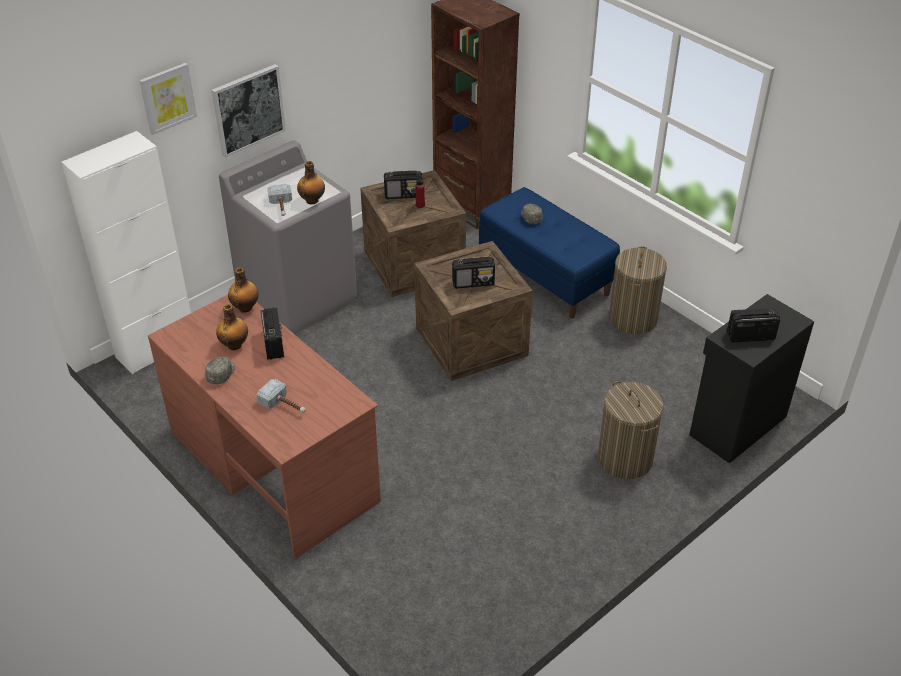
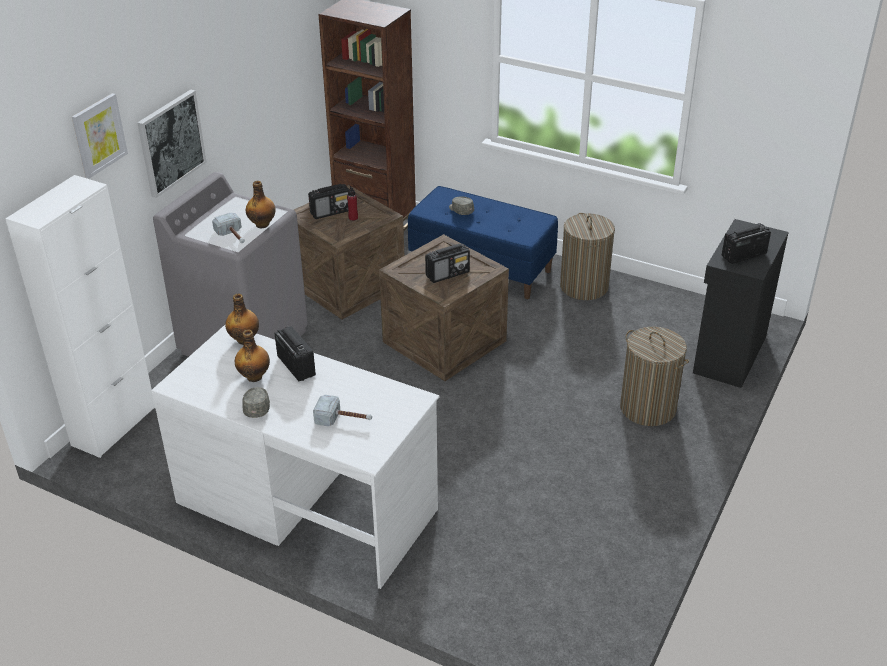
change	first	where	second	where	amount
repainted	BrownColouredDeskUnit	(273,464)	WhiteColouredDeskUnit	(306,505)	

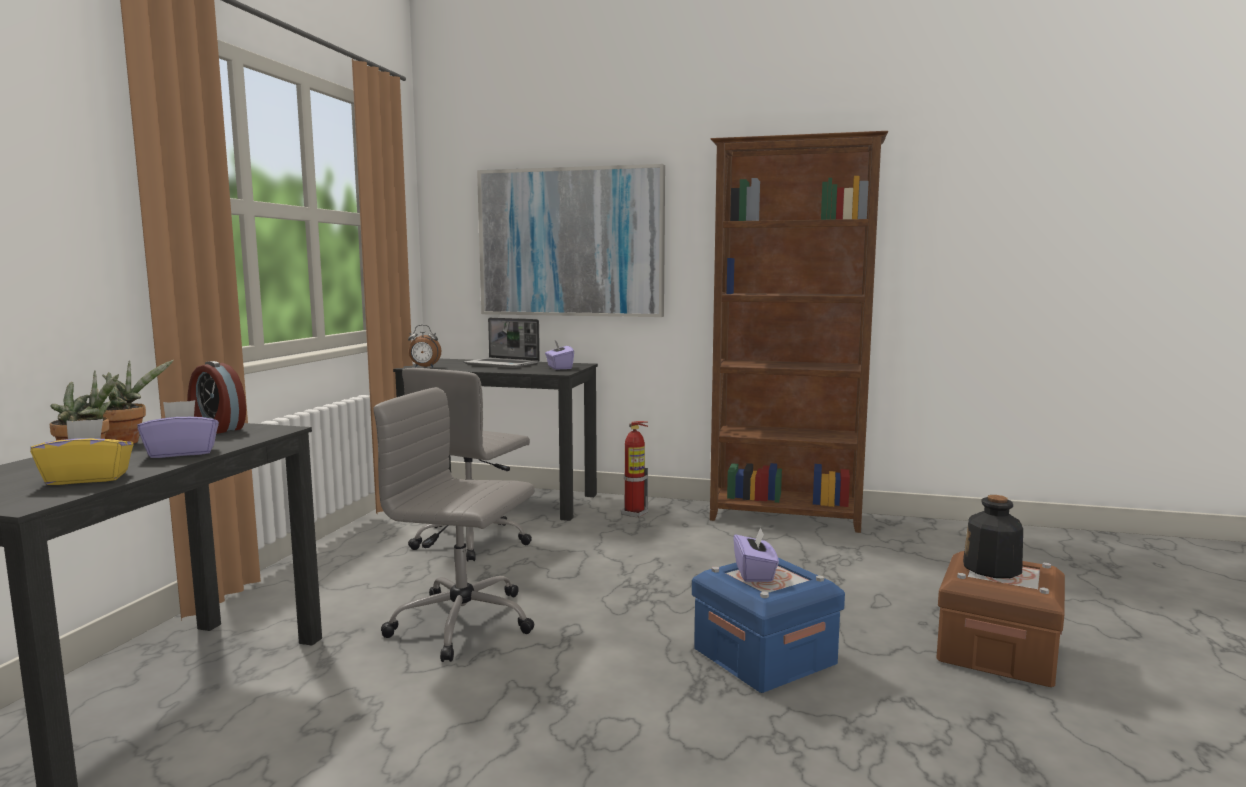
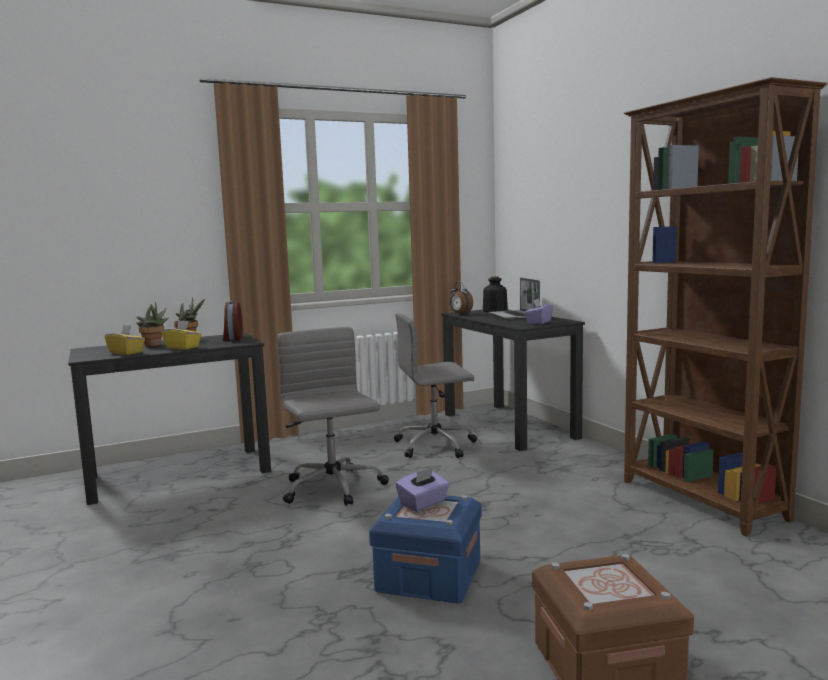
change	first	where	second	where	amount
gone	Picture	(571,242)			
repainted	PurpleColouredBoxOfTissues	(182,453)	YellowColouredBoxOfTissues	(183,347)	
gone	FireFightingCylinder	(635,513)			
shifted	BeverageBottle	(992,569)		(494,311)	

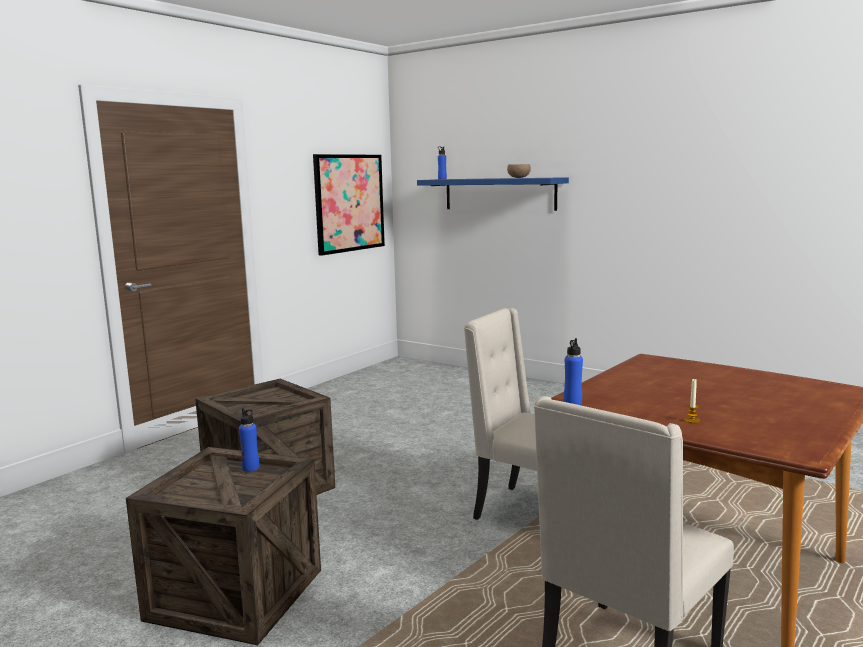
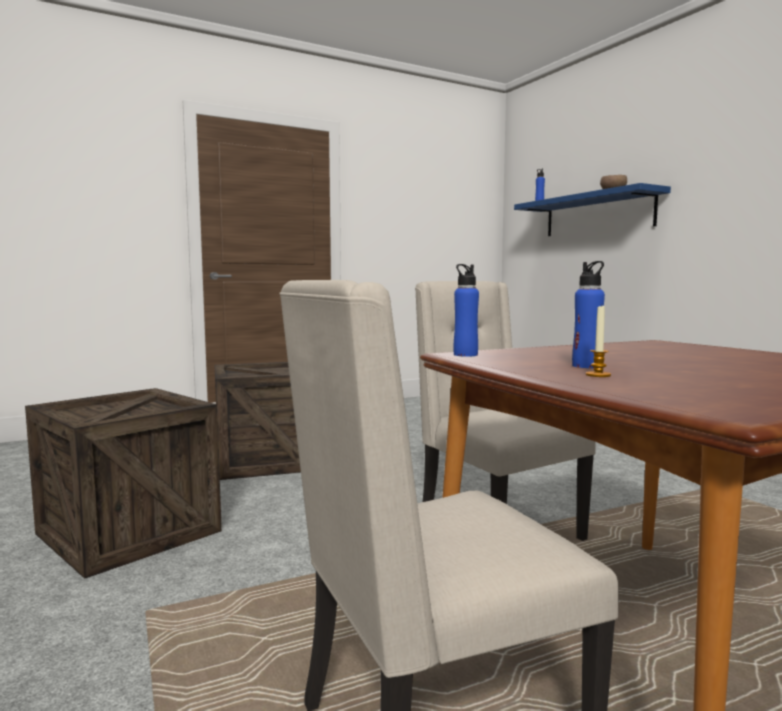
change	first	where	second	where	amount
gone	Picture	(349,203)			
shifted	BluishBeverageBottle	(250,468)		(586,366)	

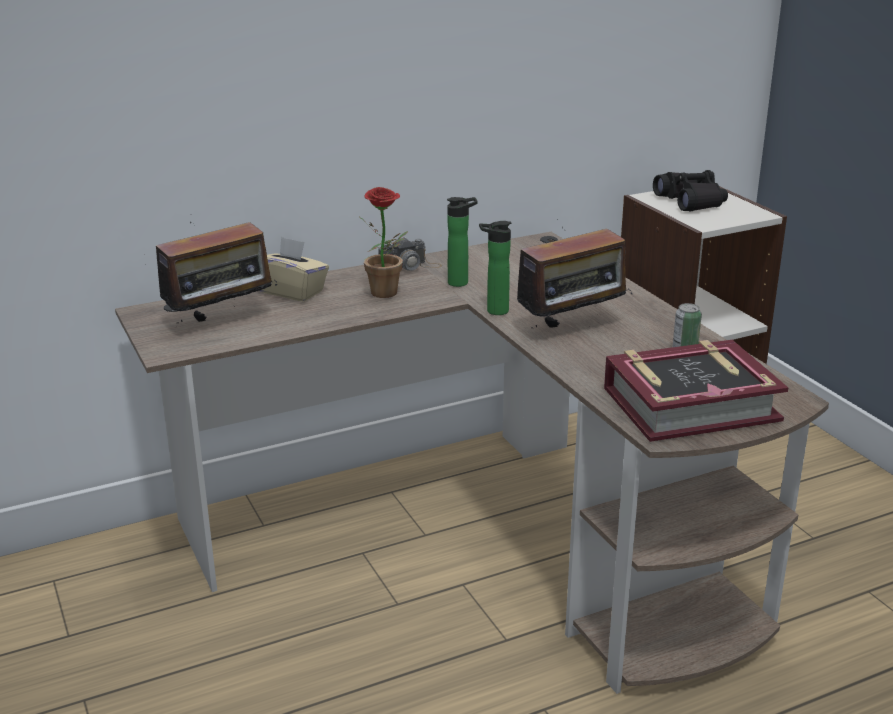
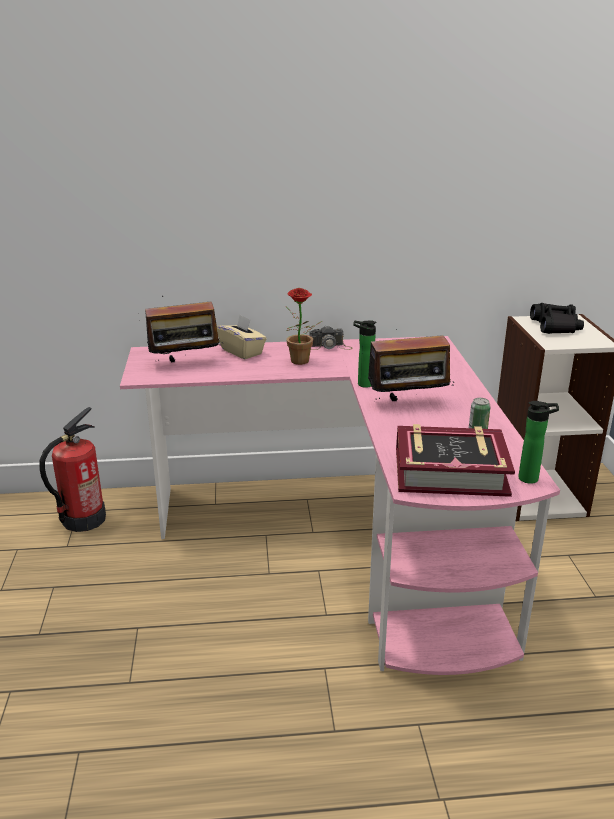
change	first	where	second	where	amount
shifted	BeverageBottle	(461,282)		(531,479)	
repainted	BrownColouredDeskUnit	(483,536)	PinkColouredDeskUnit	(350,541)	
new			FireFightingCylinder	(83,519)	

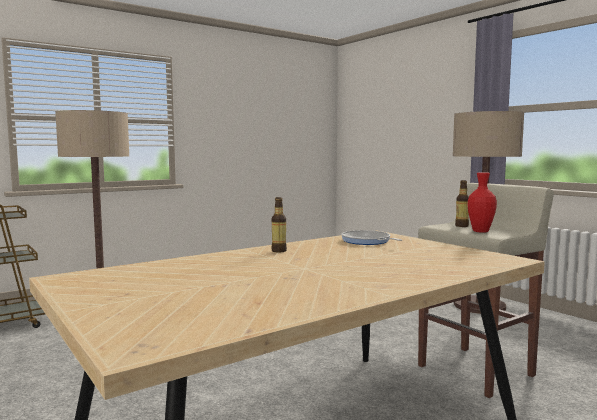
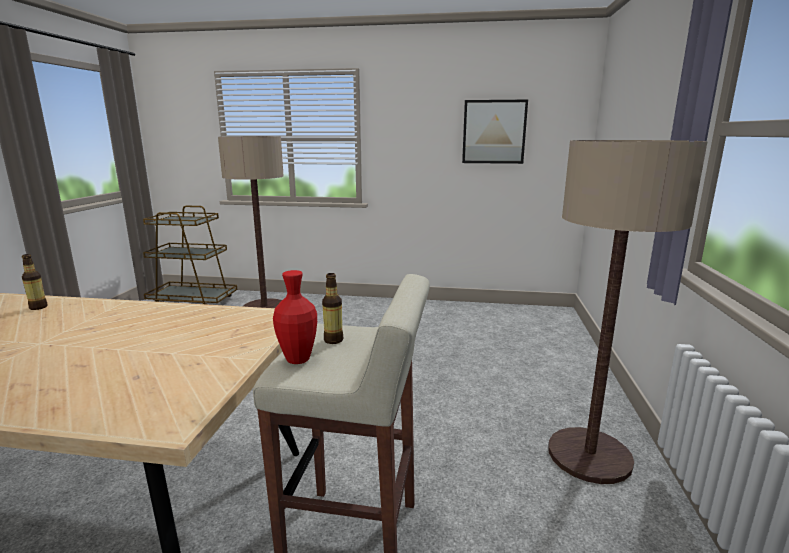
change	first	where	second	where	amount
shifted	BeverageBottle	(279,251)		(38,307)	
gone	Pan	(367,241)			
new			Picture	(494,132)	

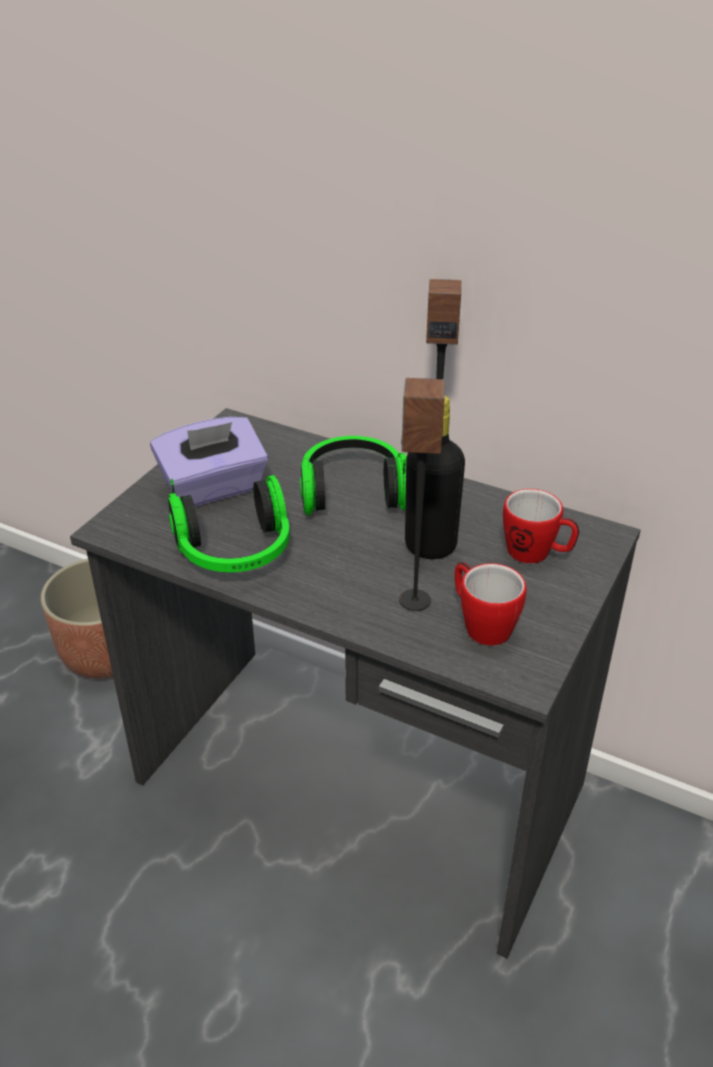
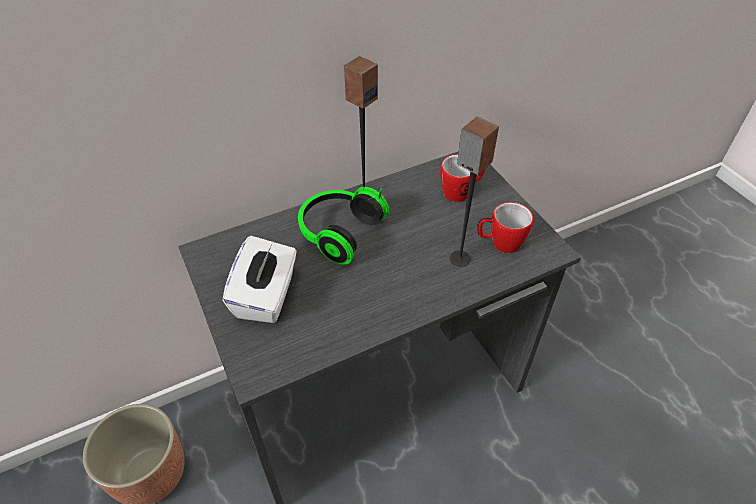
change	first	where	second	where	amount
gone	BlackBeverageBottle	(430,546)			
repainted	PurpleColouredBoxOfTissues	(213,488)	WhiteColouredBoxOfTissues	(266,296)	
gone	PairOfHeadphones	(235,553)			

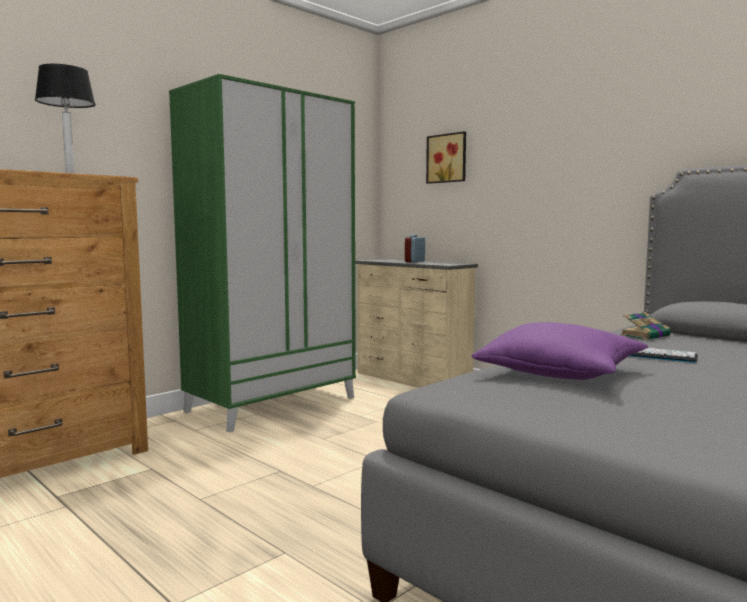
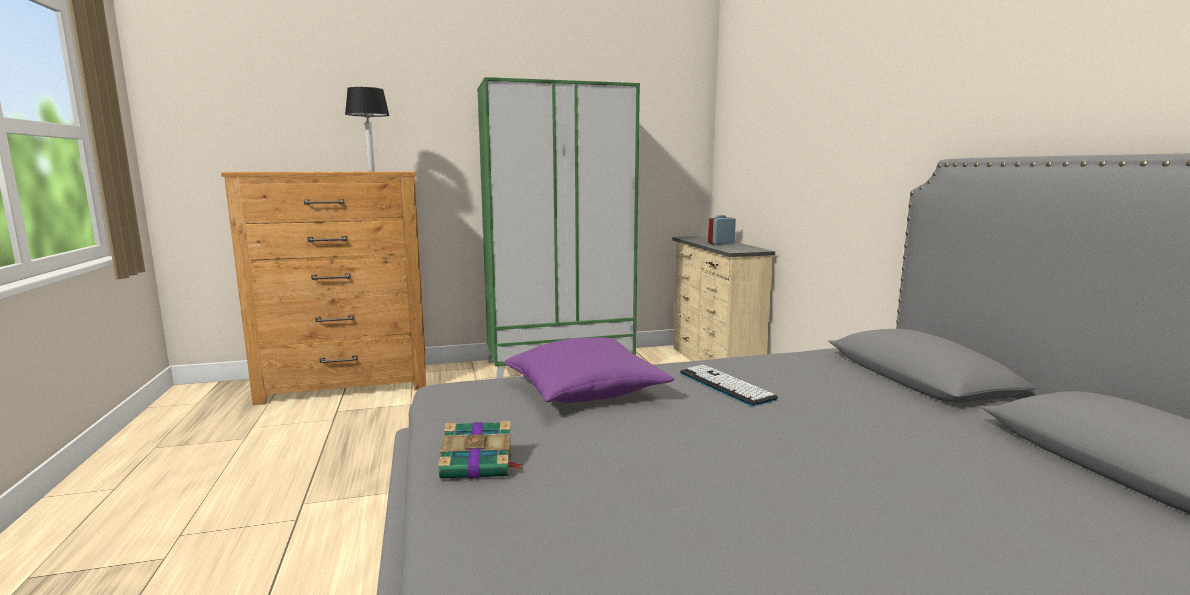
change	first	where	second	where	amount
gone	Picture	(447,158)			
shifted	Book	(645,335)		(479,465)	

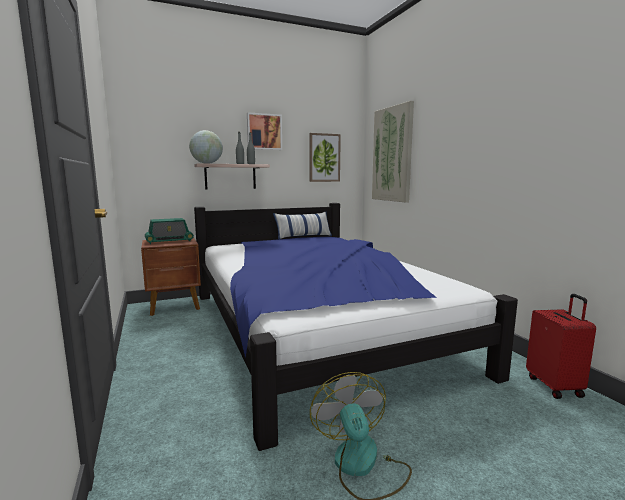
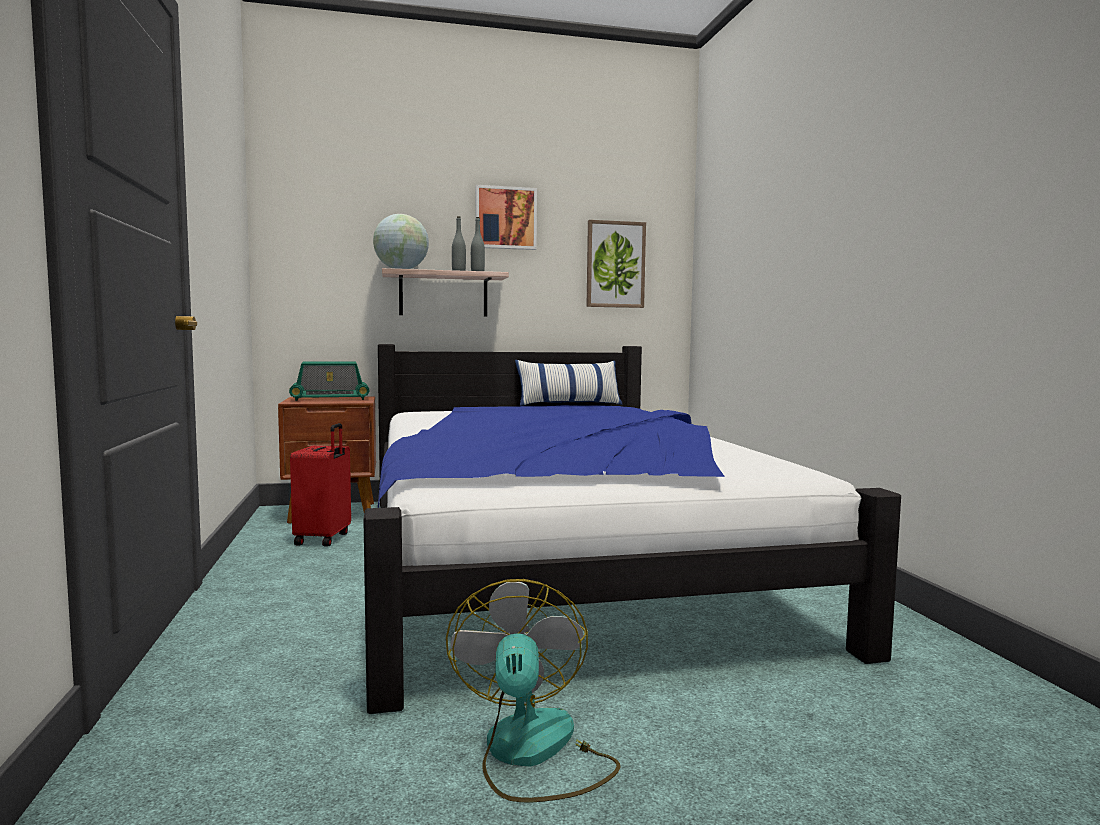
change	first	where	second	where	amount
gone	Picture	(392,154)			
shifted	RedPieceOfLuggage	(555,386)		(324,539)	

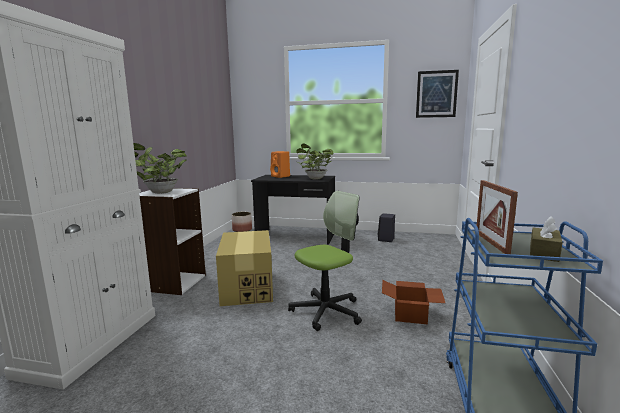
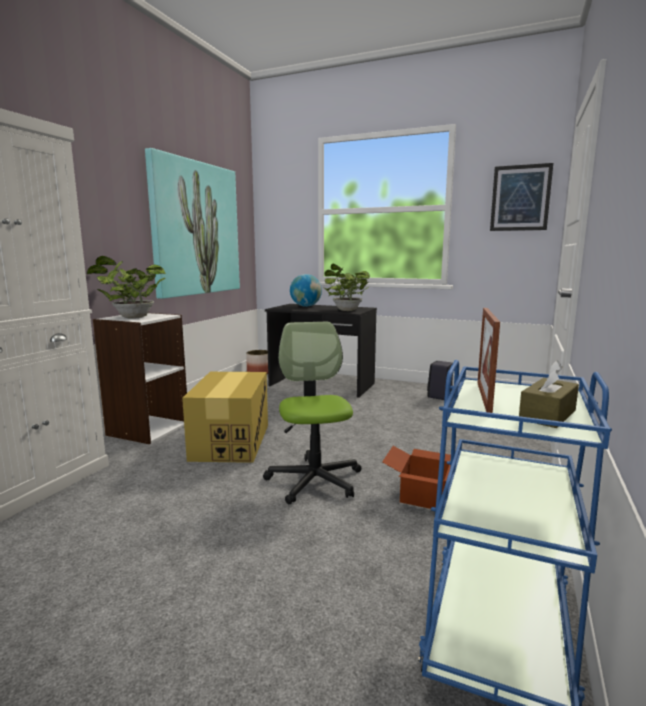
change	first	where	second	where	amount
swapped	OrangeColouredSpeaker	(281,176)	WorldGlobe	(306,306)	
rotated	OfficeChair	(326,311)		(314,480)	75 degrees counterclockwise
new			Picture	(195,229)	

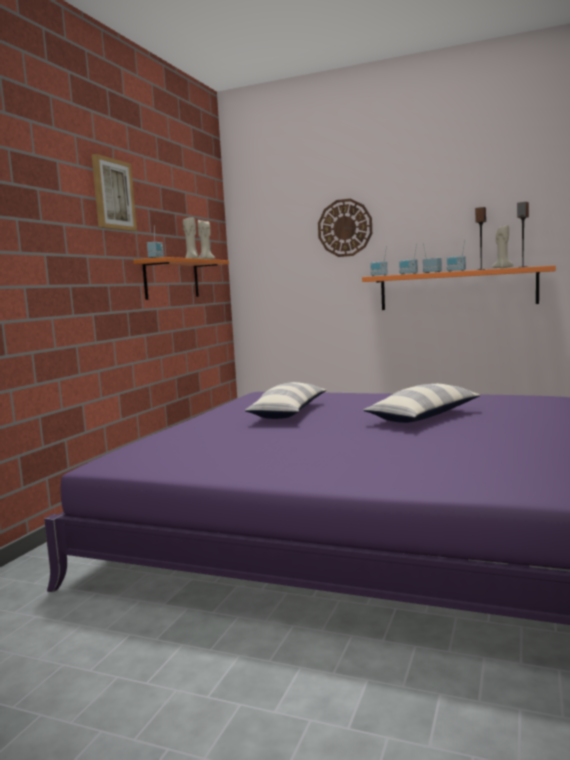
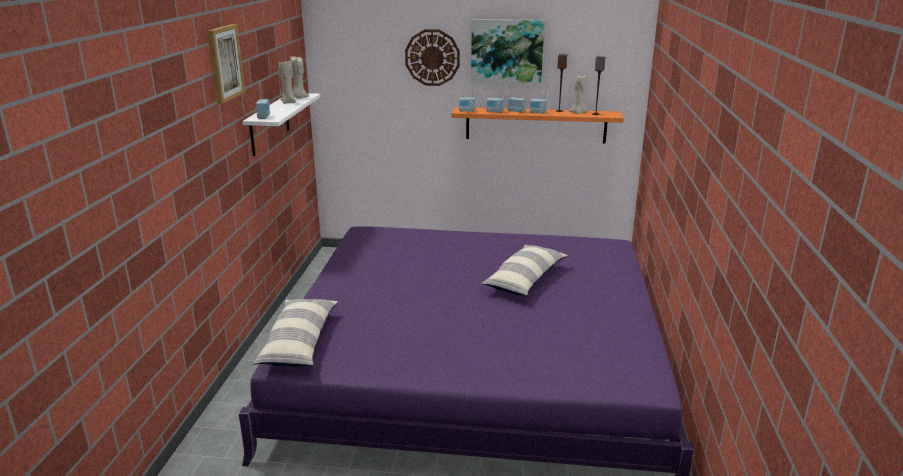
change	first	where	second	where	amount
repainted	OrangeColouredWallShelf	(172,279)	WhiteColouredWallShelf	(269,124)	
shifted	Pillow	(288,413)		(299,342)	
new			Picture	(507,51)	

